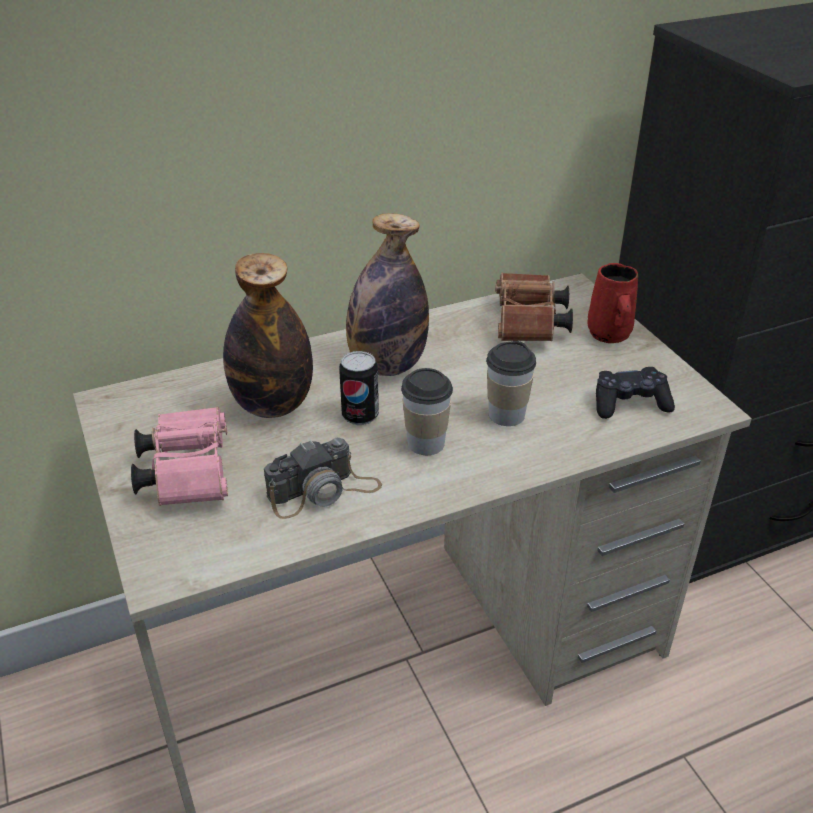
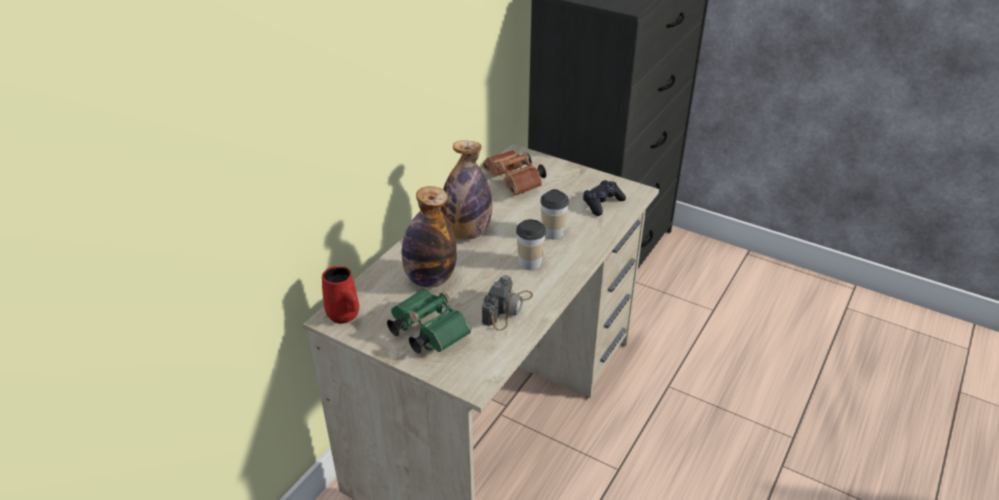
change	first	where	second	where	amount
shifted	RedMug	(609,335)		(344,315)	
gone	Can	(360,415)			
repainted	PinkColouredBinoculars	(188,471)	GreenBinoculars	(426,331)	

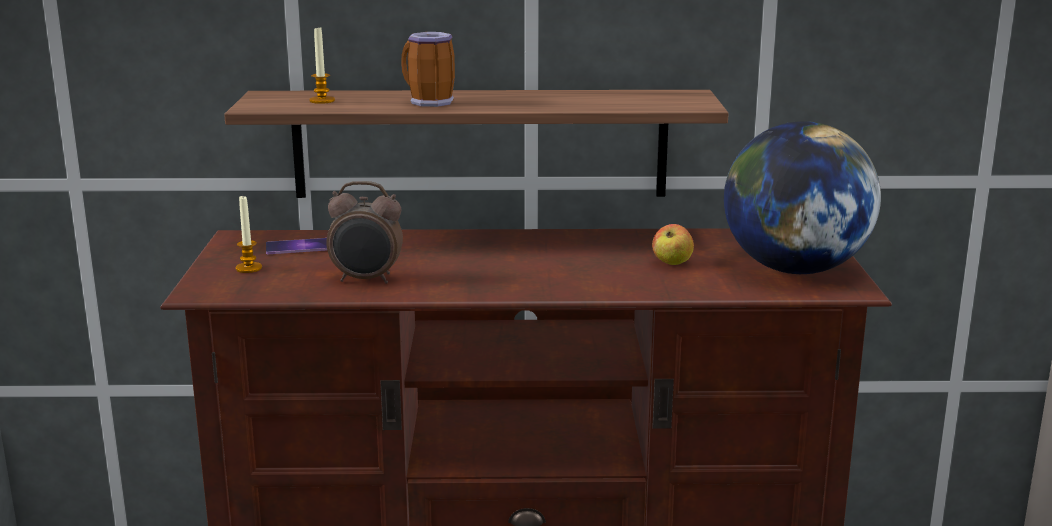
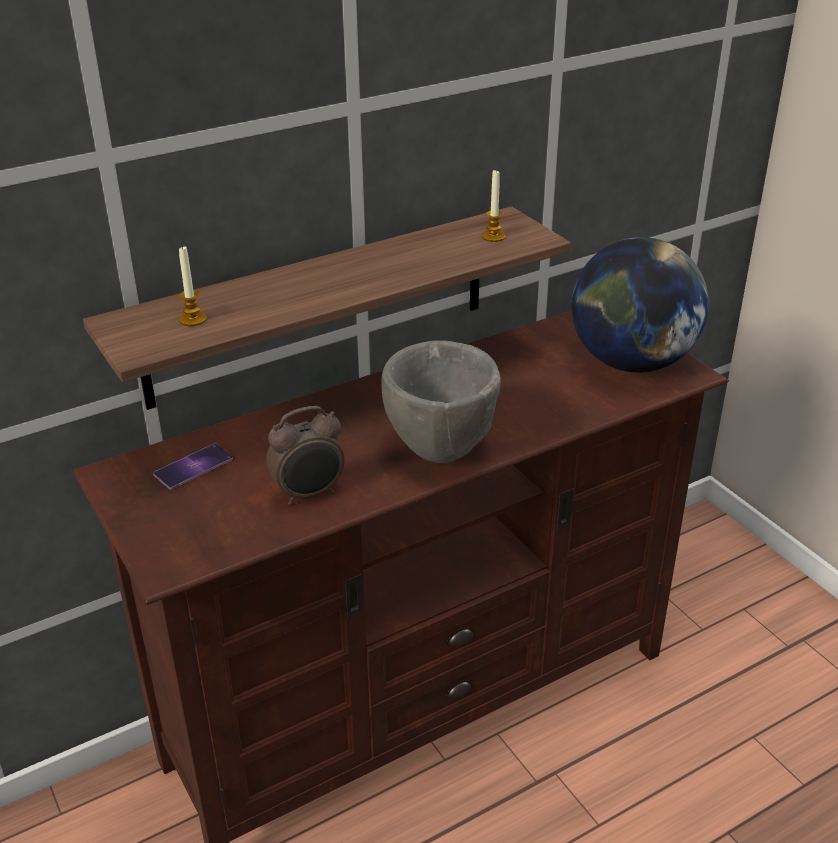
change	first	where	second	where	amount
gone	Mug	(427,103)			
shifted	WaxLight	(248,268)		(493,236)	
gone	WholeApple	(672,263)			
new			GreyDeepDish	(441,451)	

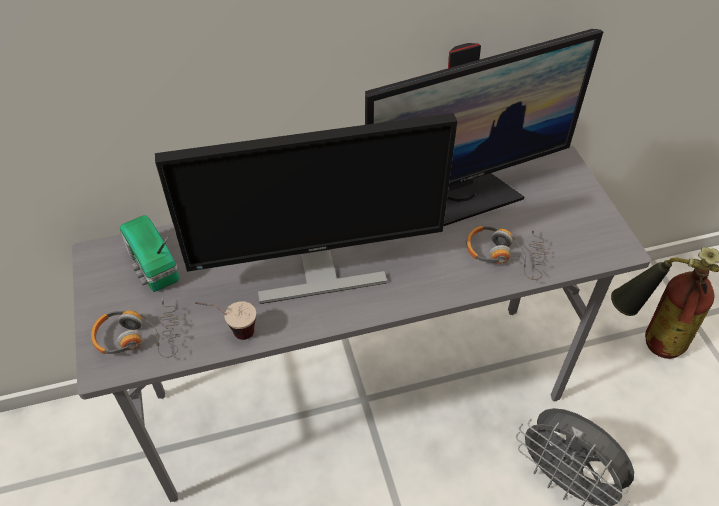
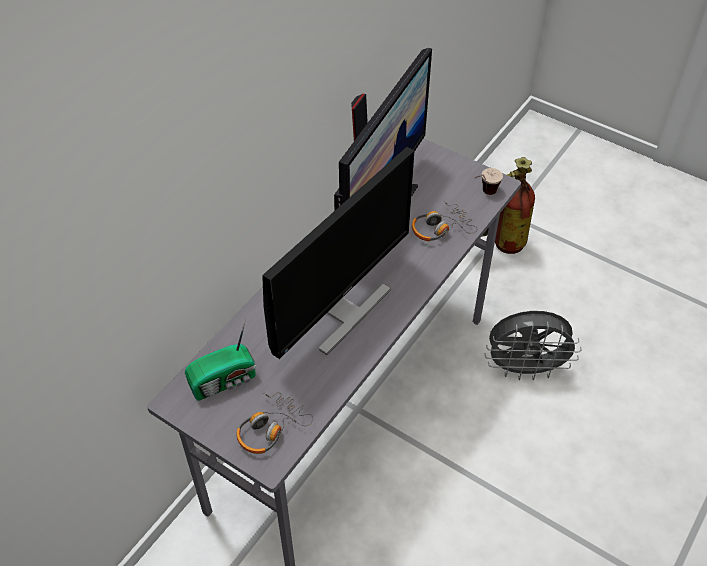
change	first	where	second	where	amount
rotated	Radio	(152,266)		(225,381)	45 degrees counterclockwise
shifted	DrinkingCup	(231,331)		(483,194)	

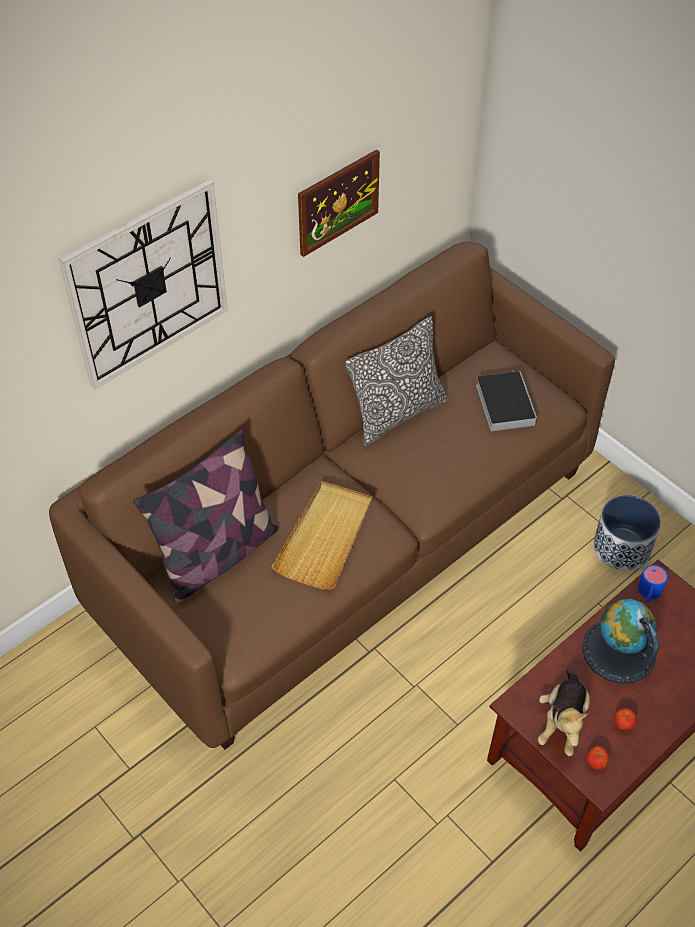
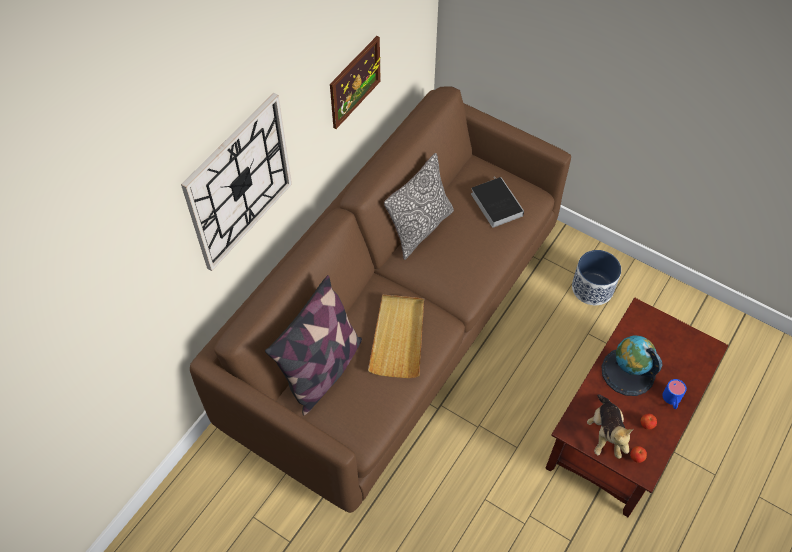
change	first	where	second	where	amount
shifted	BluishMug	(649,593)		(672,400)	

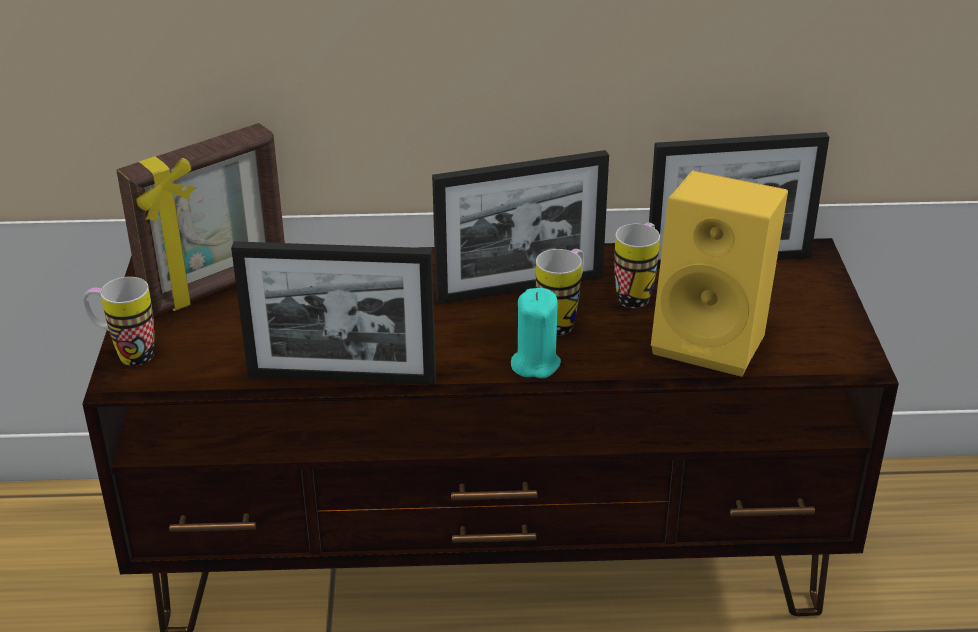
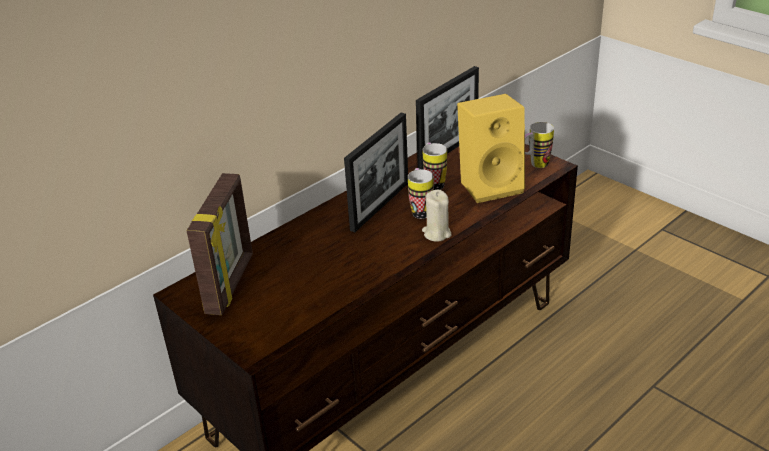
change	first	where	second	where	amount
gone	PictureFrame	(341,377)			
shifted	Mug	(126,354)		(534,165)	
repainted	TurquoiseWaxLight	(535,364)	BeigeColouredWaxLight	(436,233)	

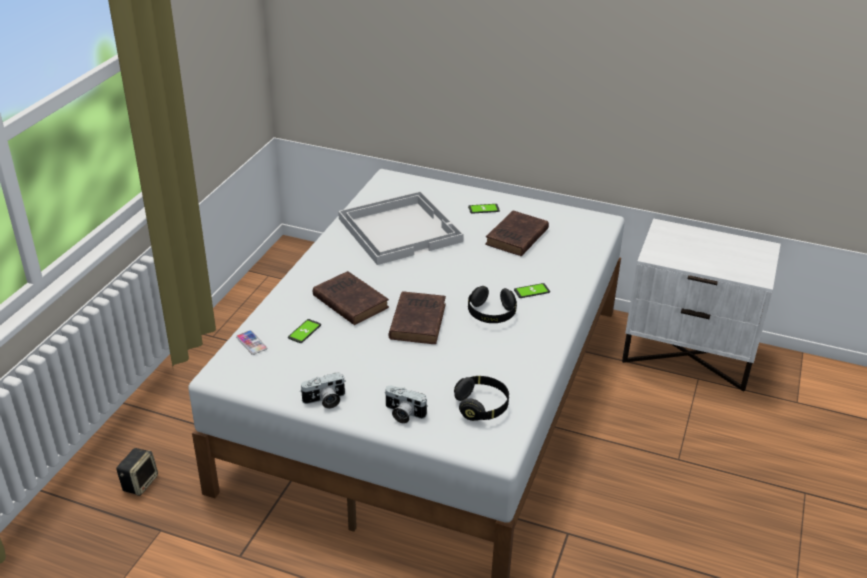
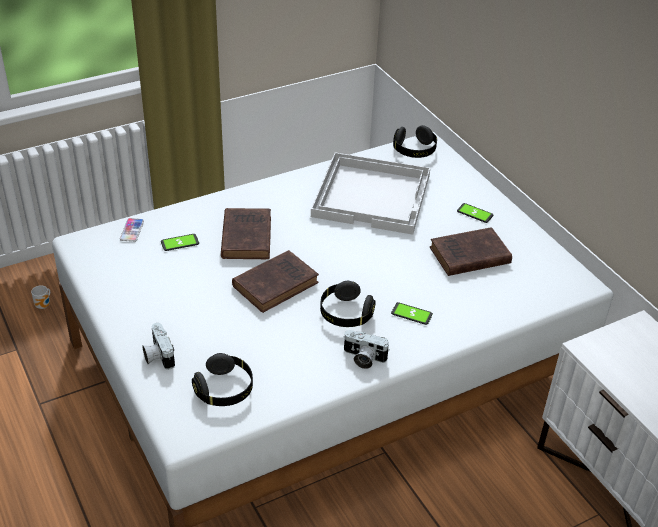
change	first	where	second	where	amount
shifted	PhotoCamera	(325,401)		(363,358)	
swapped	Speaker	(140,482)	Mug	(44,305)	
new			BlackPairOfHeadphones	(414,150)	

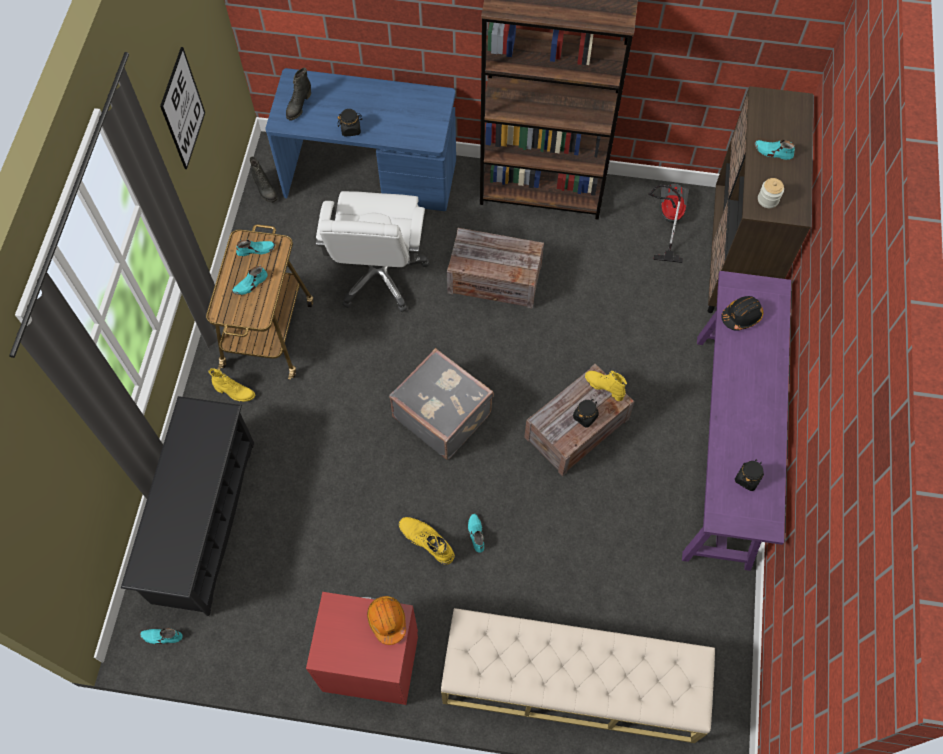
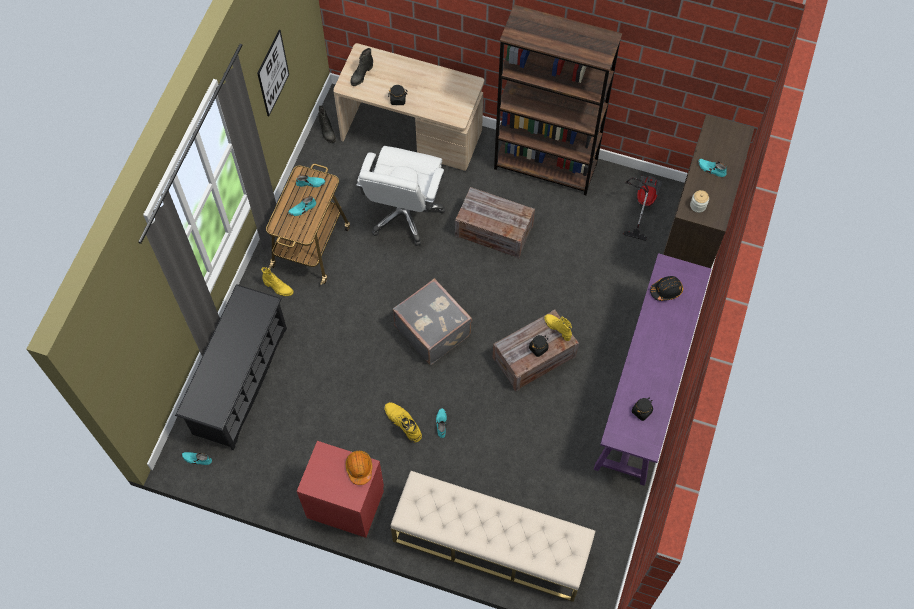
change	first	where	second	where	amount
repainted	BluishDeskUnit	(370,177)	BeigeColouredDeskUnit	(412,134)	

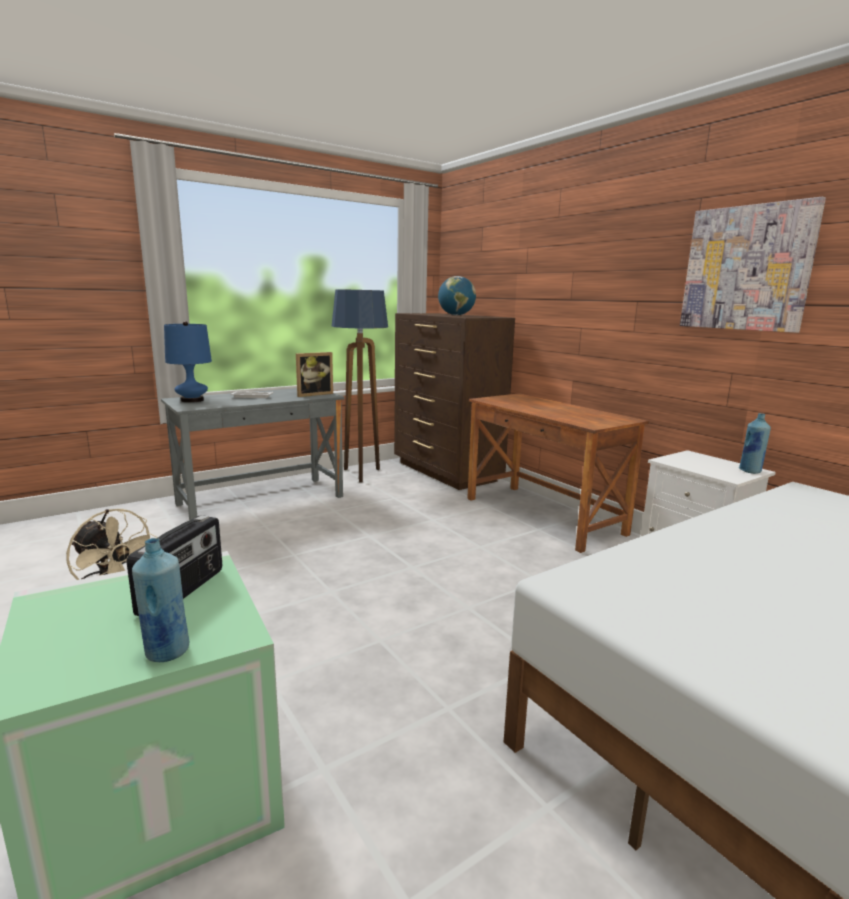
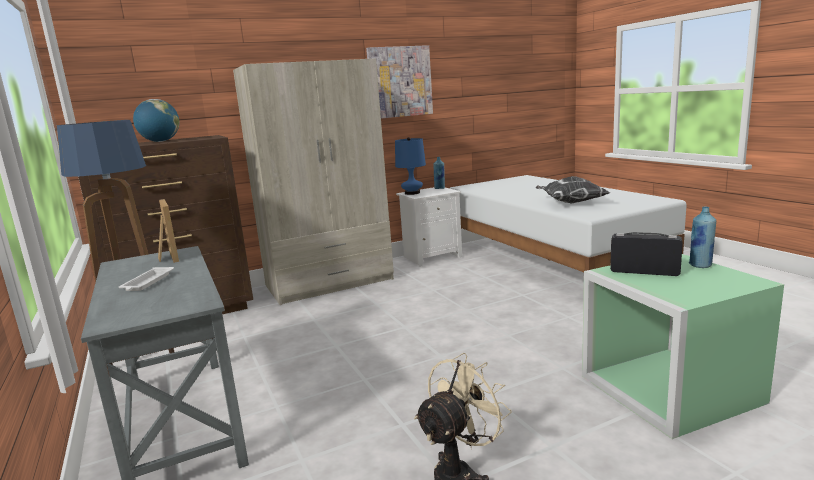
change	first	where	second	where	amount
shifted	BluishTabletopLamp	(192,400)		(412,193)	
swapped	BrownColouredDeskUnit	(543,516)	BeigeColouredWardrobe	(330,282)	
new			Pillow	(570,203)	

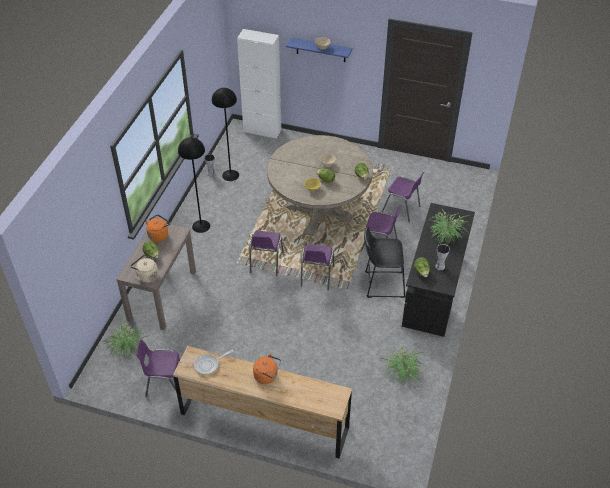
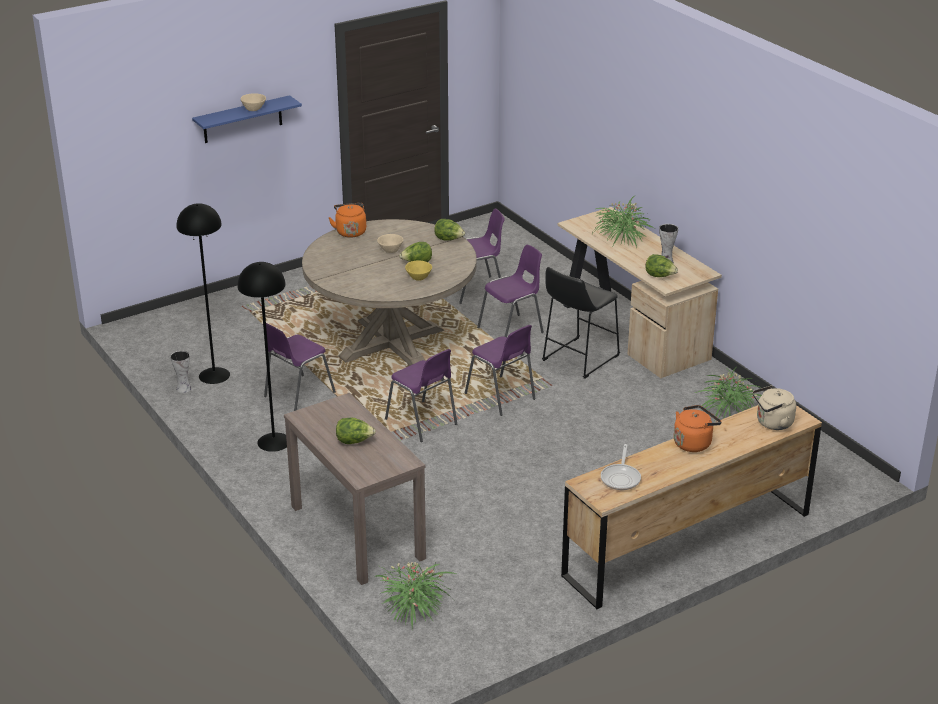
change	first	where	second	where	amount
gone	WhiteColouredStorageCabinet	(262,130)			
repainted	BlackDeskUnit	(434,288)	BeigeColouredDeskUnit	(632,330)	
shifted	OrangeColouredWaterKettle	(159,235)		(350,231)	
shifted	BeigeColouredWaterKettle	(146,276)		(772,423)	
shifted	PurpleColouredUprightChair	(165,384)		(297,395)	

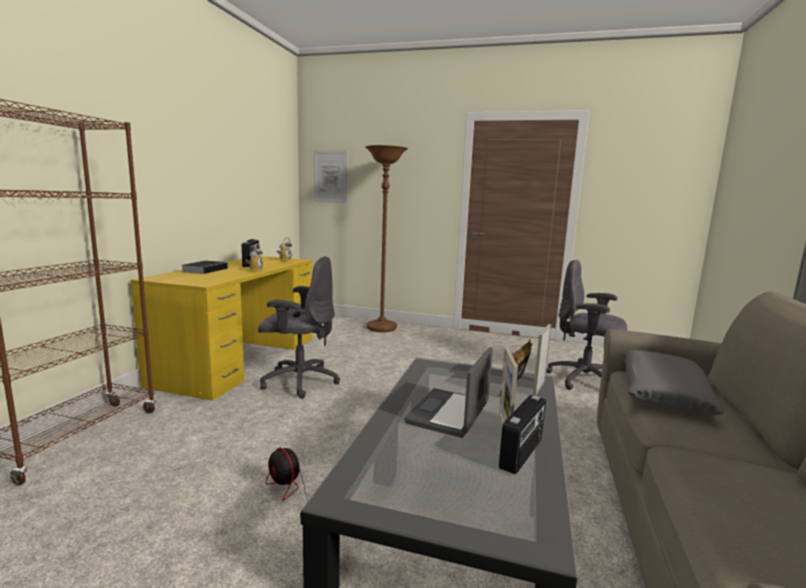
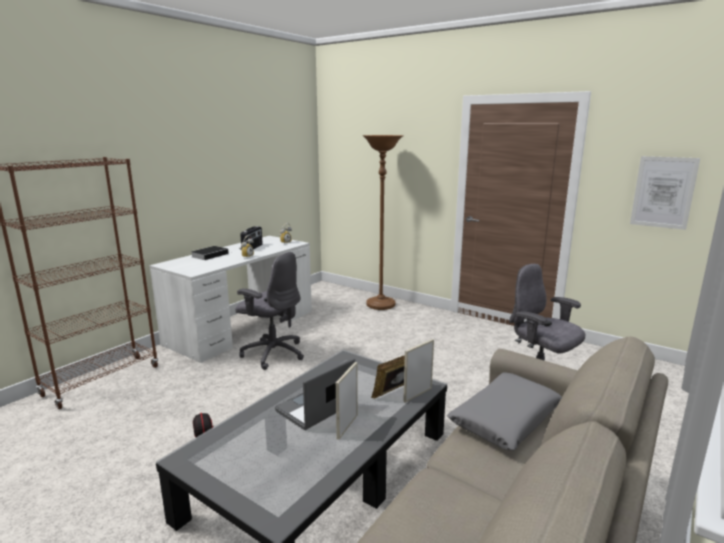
change	first	where	second	where	amount
shifted	Picture	(330,176)		(663,192)	
repainted	YellowColouredDeskUnit	(241,359)	WhiteColouredDeskUnit	(243,327)	
gone	Radio	(522,454)			

